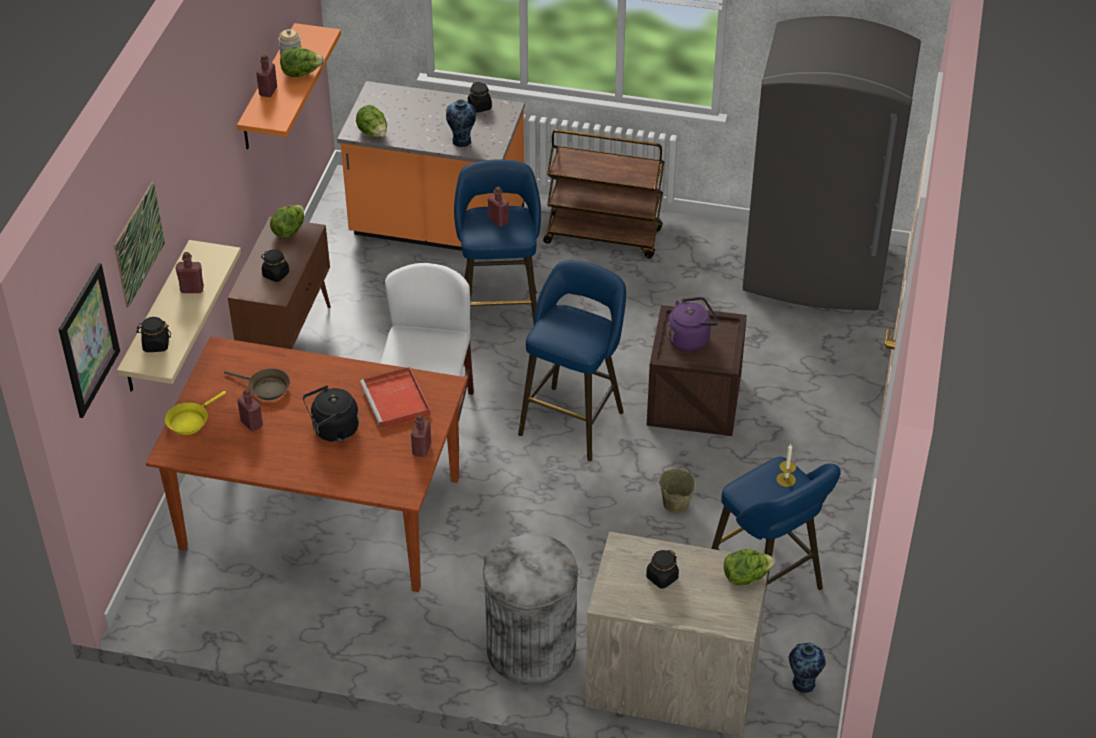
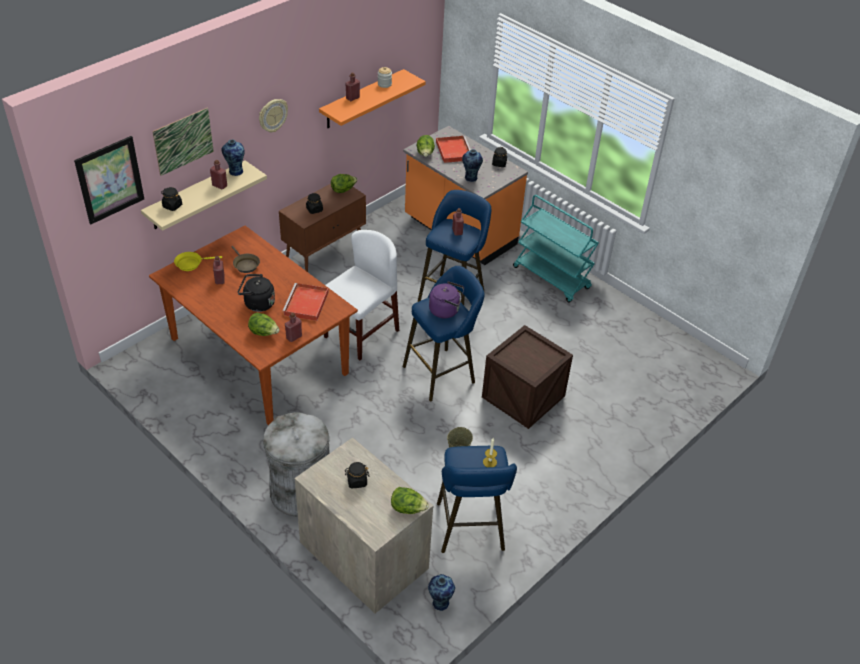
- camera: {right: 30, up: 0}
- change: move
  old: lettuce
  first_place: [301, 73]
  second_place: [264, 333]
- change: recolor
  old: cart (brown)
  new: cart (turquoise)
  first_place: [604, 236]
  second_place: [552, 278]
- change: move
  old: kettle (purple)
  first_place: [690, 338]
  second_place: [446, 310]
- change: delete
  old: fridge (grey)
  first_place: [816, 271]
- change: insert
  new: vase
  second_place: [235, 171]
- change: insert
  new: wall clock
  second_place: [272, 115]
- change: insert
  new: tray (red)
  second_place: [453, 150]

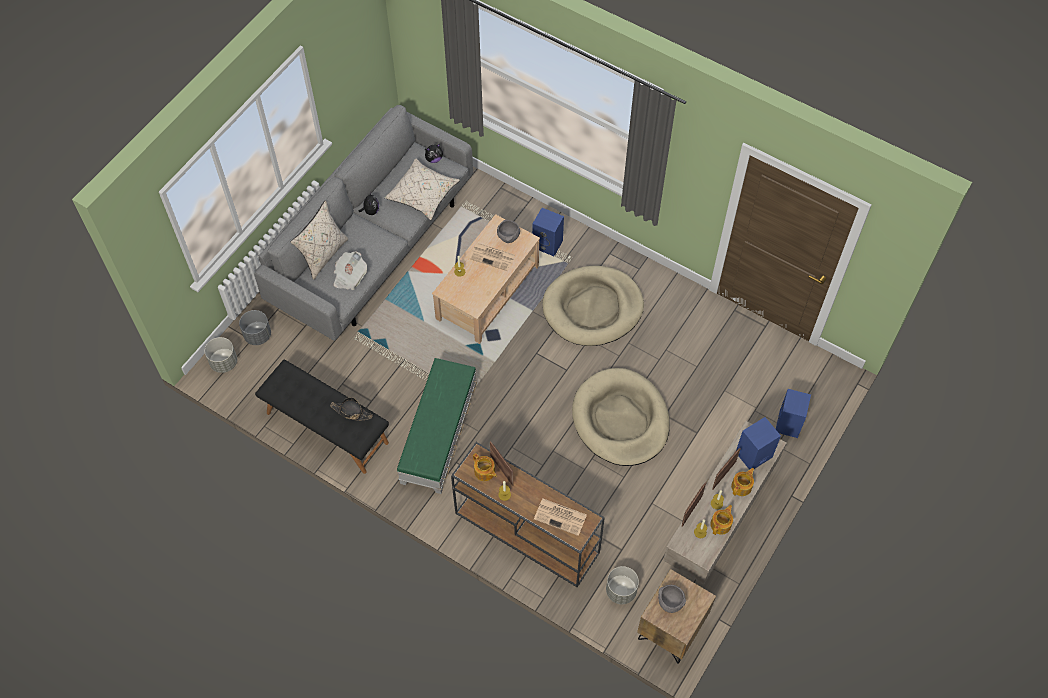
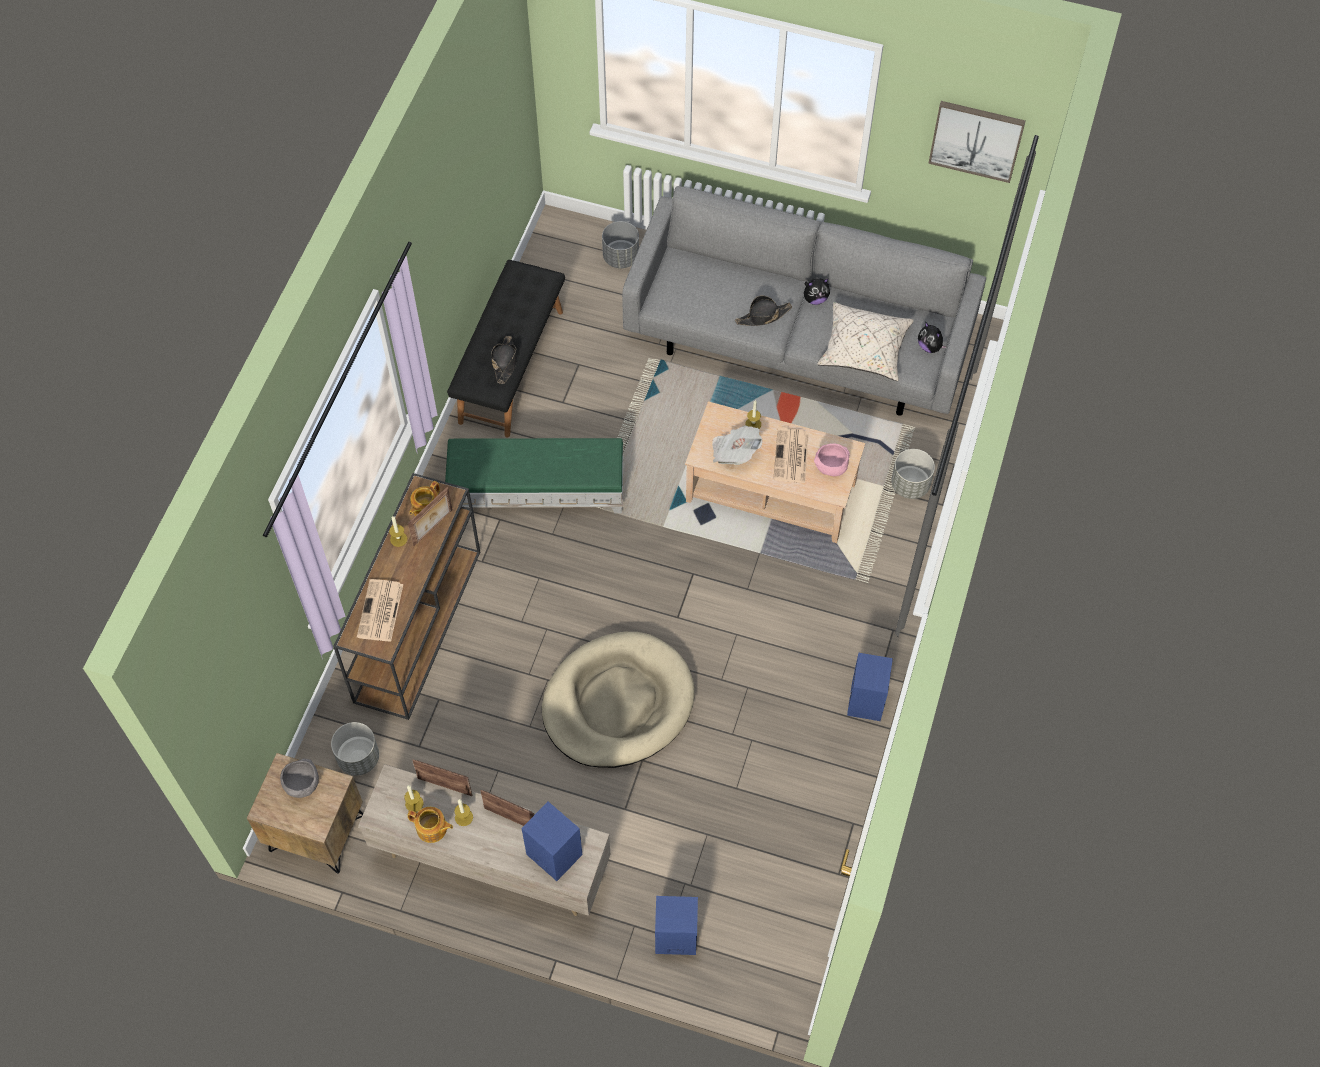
- camera: {right: 75, up: 0}
- change: move
  old: planter (grey)
  first_place: [224, 362]
  second_place: [910, 485]
- change: delete
  old: pillow (beige)
  first_place: [323, 255]
- change: move
  old: newspaper
  first_place: [349, 276]
  second_place: [734, 452]
- change: recolor
  old: bowl (grey)
  new: bowl (pink)
  first_place: [508, 238]
  second_place: [830, 468]
- change: move
  old: speaker (blue)
  first_place: [548, 244]
  second_place: [867, 702]
- change: delete
  old: dog bed (beige)
  first_place: [592, 308]
- change: delete
  old: teapot
  first_place: [742, 486]
- change: insert
  new: hat (black)
  second_place: [763, 316]
- change: insert
  new: picture
  second_place: [976, 140]

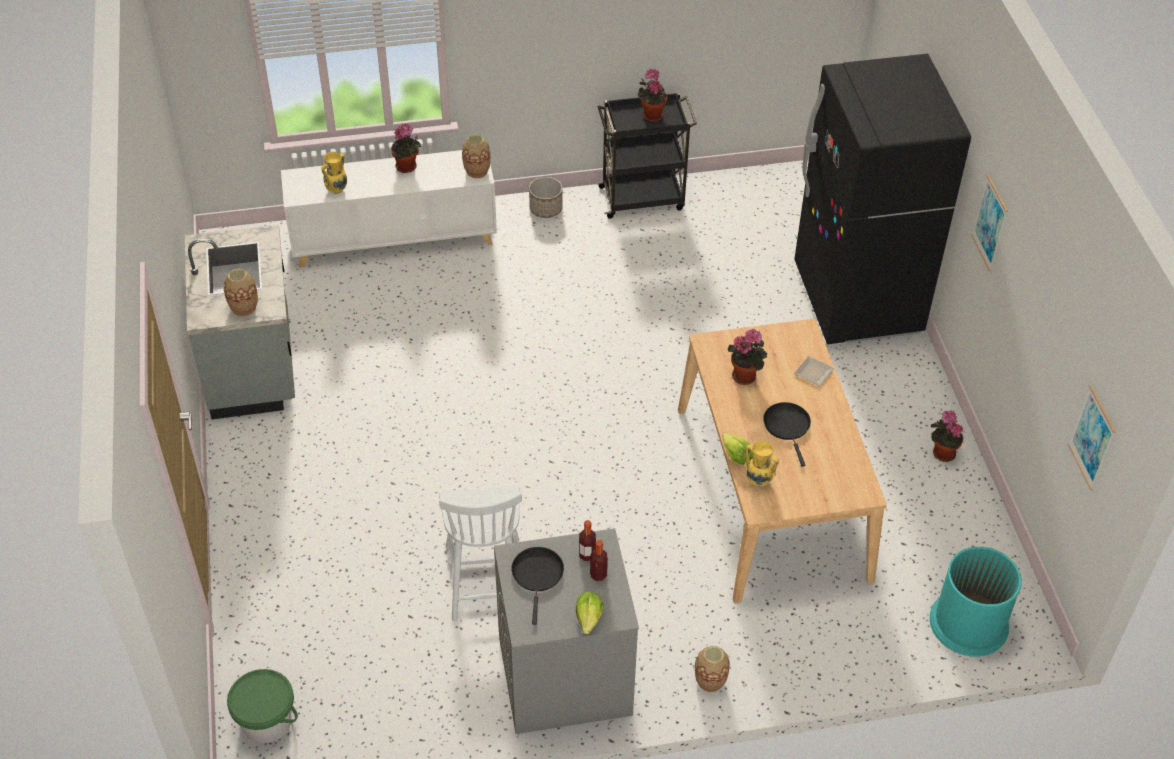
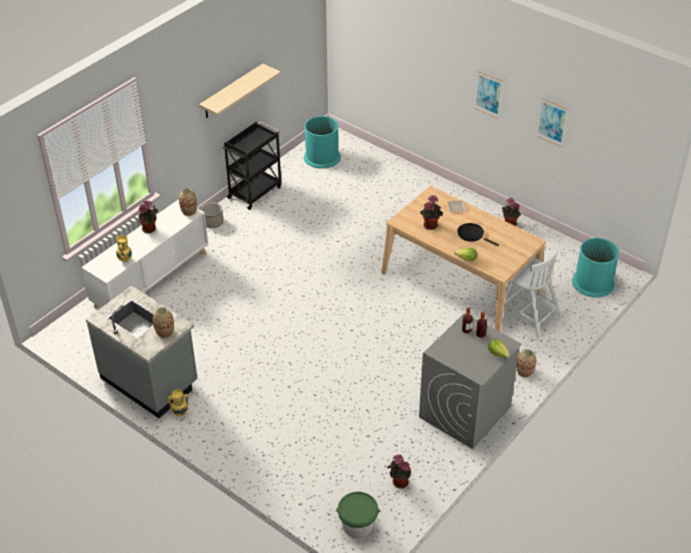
- camera: {right: -40, up: -5}
- change: move
  old: chair (white)
  first_place: [485, 577]
  second_place: [528, 314]
- change: delete
  old: frying pan (black)
  first_place: [537, 575]
- change: move
  old: potted plant
  first_place: [651, 115]
  second_place: [398, 482]
- change: move
  old: vase (yellow)
  first_place: [758, 480]
  second_place: [180, 413]
- change: delete
  old: fridge (black)
  first_place: [857, 300]
- change: move
  old: picture
  first_place: [1092, 438]
  second_place: [552, 122]
- change: insert
  new: shelf (beige)
  second_place: [232, 91]
- change: insert
  new: trash can (turquoise)
  second_place: [322, 157]

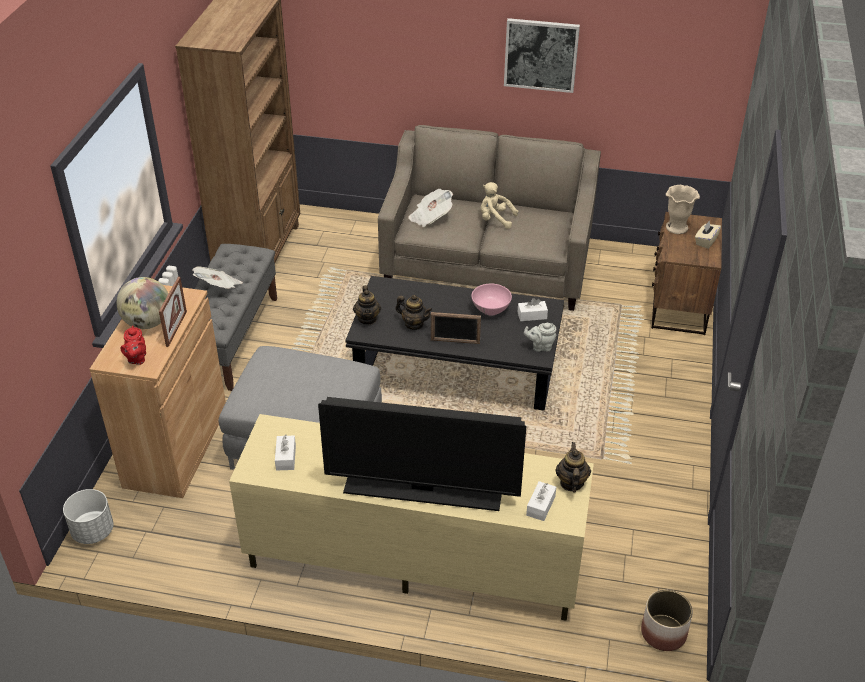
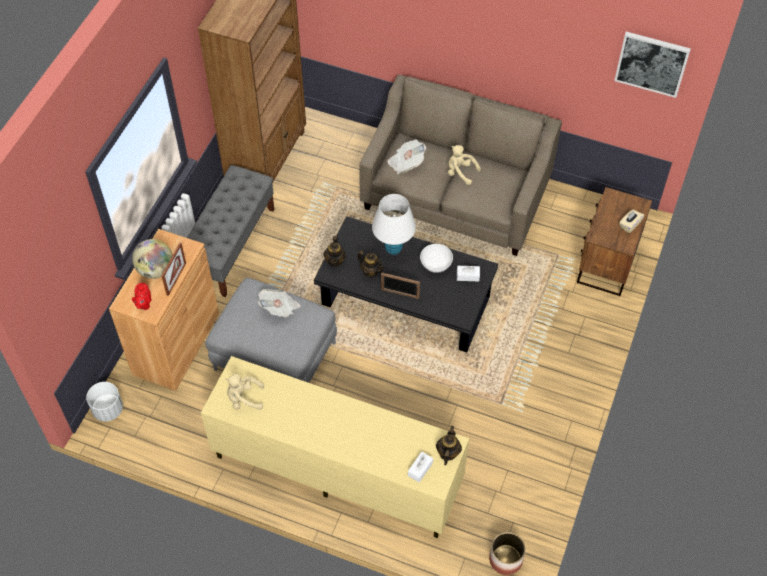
- camera: {right: 10, up: 15}
- change: move
  old: newspaper
  first_place: [219, 287]
  second_place: [279, 308]
- change: replace
  old: tissue box (white)
  new: plush toy (beige)
  first_place: [286, 457]
  second_place: [244, 398]
- change: delete
  old: television
  first_place: [423, 491]
- change: recolor
  old: bowl (pink)
  new: bowl (white)
  first_place: [491, 309]
  second_place: [436, 265]
- change: move
  old: picture
  first_place: [541, 54]
  second_place: [652, 63]
- change: delete
  old: teapot (grey)
  first_place: [540, 346]
- change: delete
  old: vase (beige)
  first_place: [676, 227]
- change: insert
  new: table lamp (white)
  second_place: [393, 248]

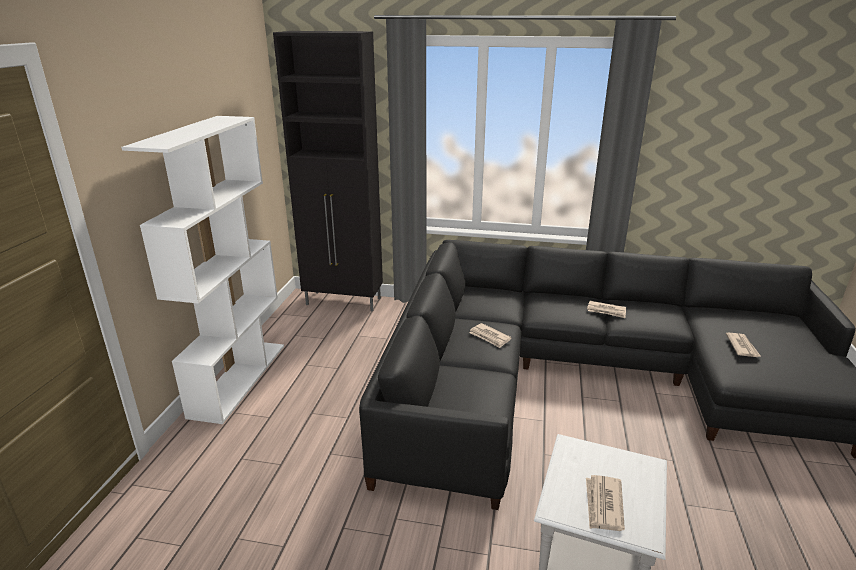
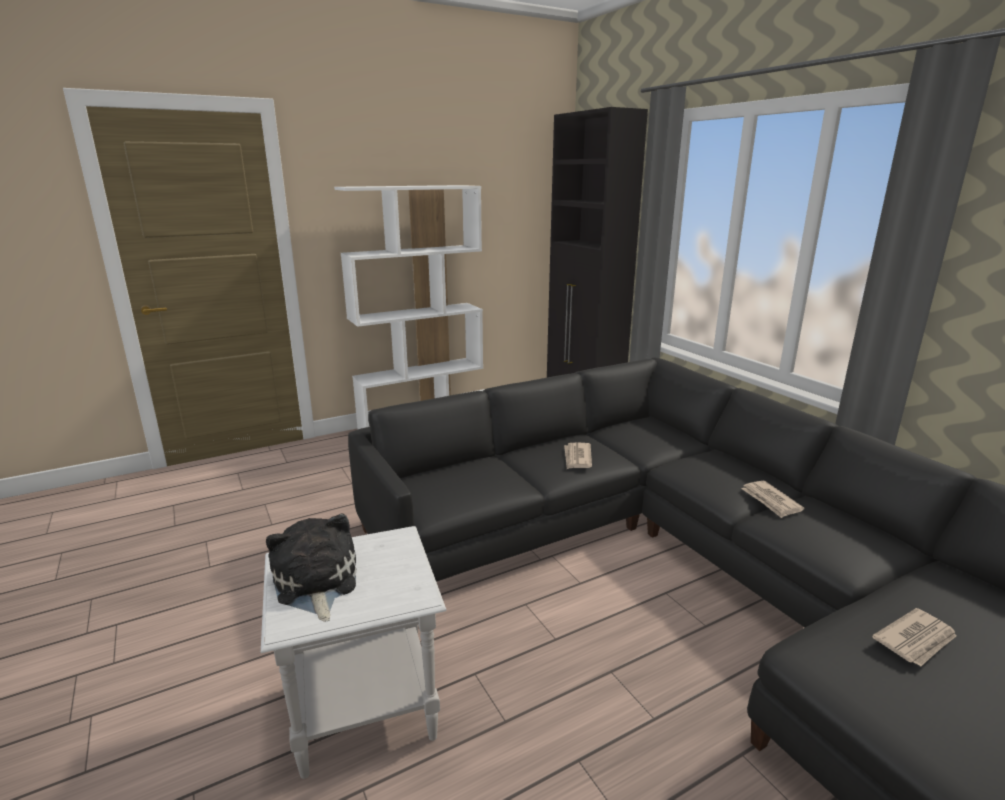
- camera: {right: 50, up: -5}
- change: replace
  old: newspaper
  new: plush toy
  first_place: [603, 505]
  second_place: [315, 584]

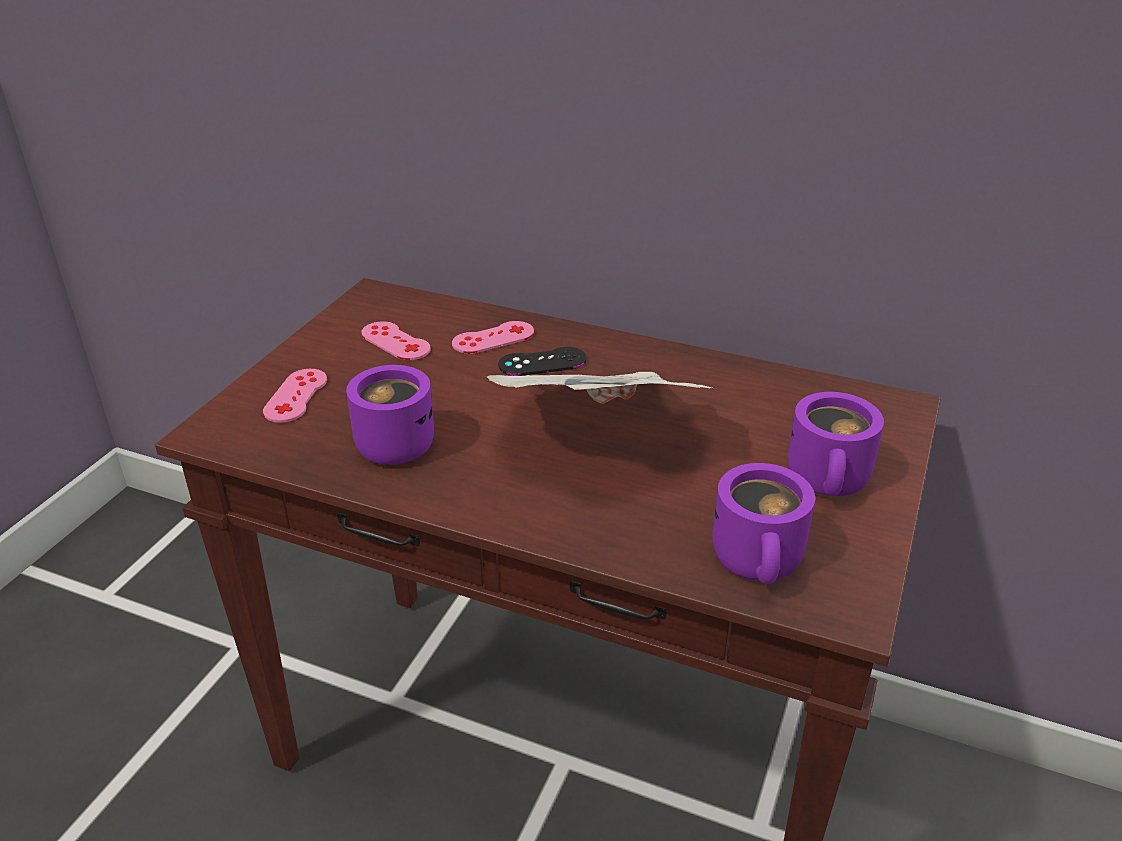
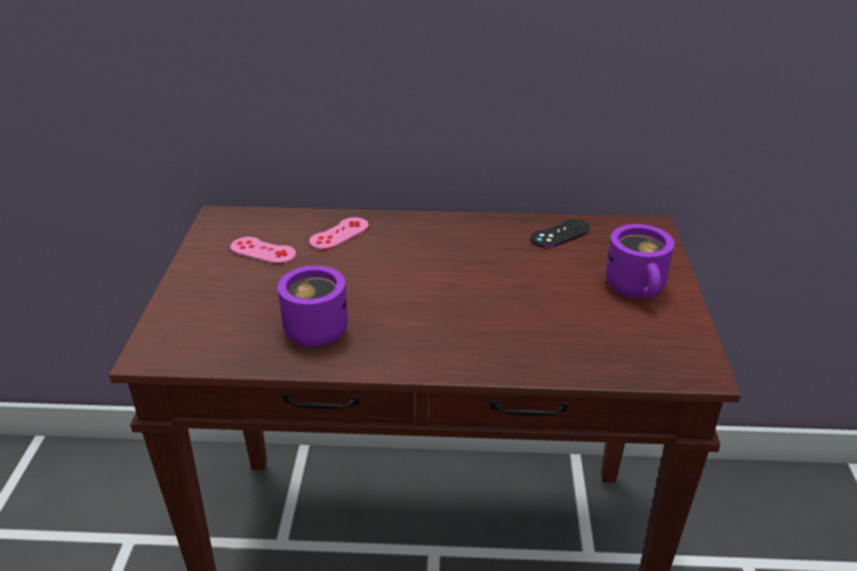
- camera: {right: -20, up: 0}
- change: delete
  old: game controller (pink)
  first_place: [296, 396]
- change: delete
  old: newspaper
  first_place: [603, 431]
- change: move
  old: game controller (black)
  first_place: [542, 362]
  second_place: [560, 234]
- change: delete
  old: mug (purple)
  first_place: [761, 563]

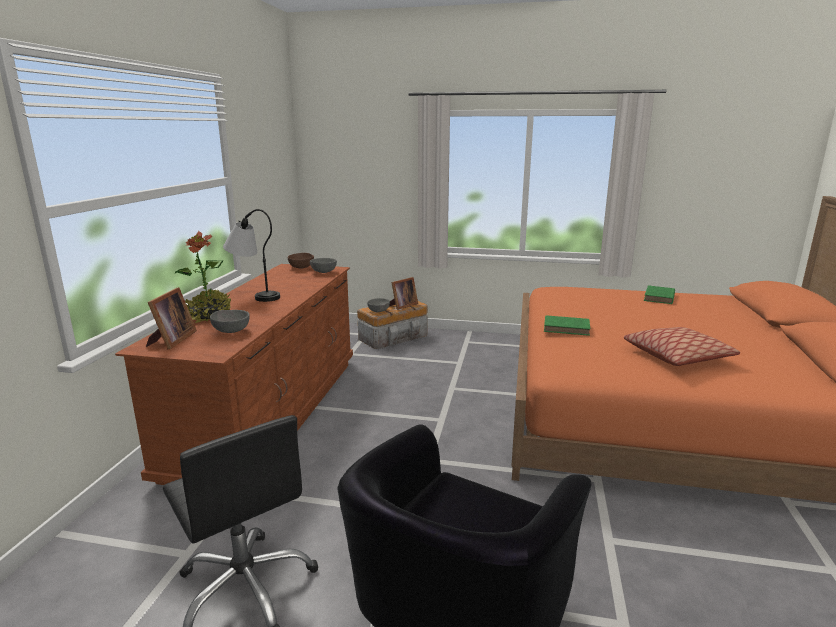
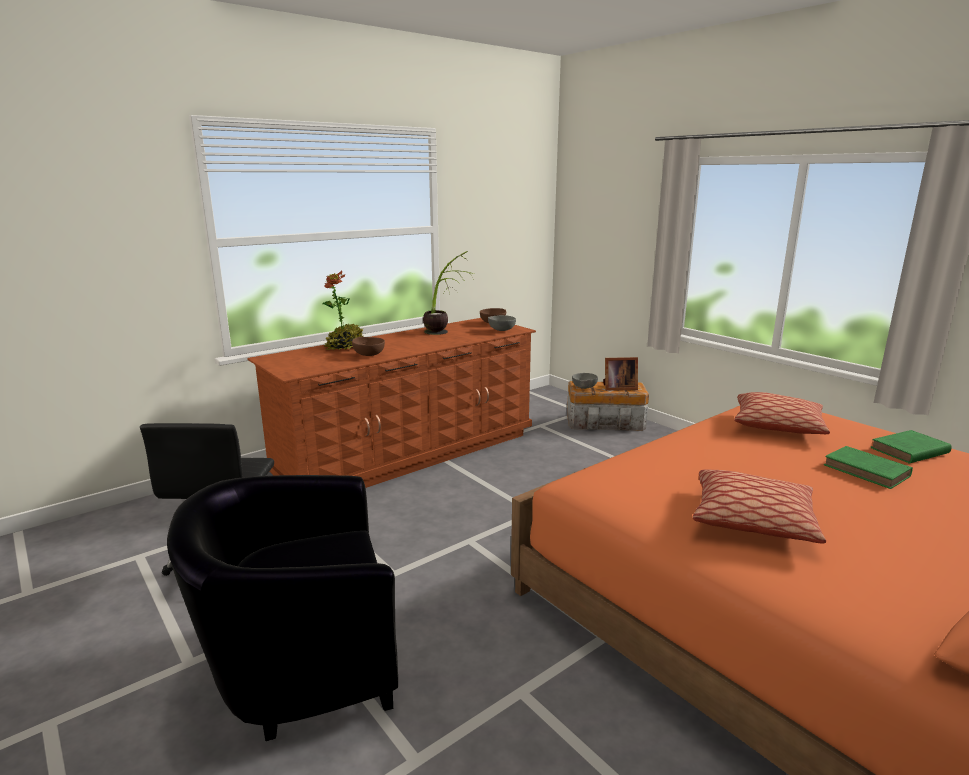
- camera: {right: 40, up: 0}
- change: delete
  old: picture frame
  first_place: [171, 340]
- change: delete
  old: bowl (grey)
  first_place: [231, 331]
- change: delete
  old: table lamp
  first_place: [254, 295]
- change: move
  old: book (green)
  first_place: [567, 328]
  second_place: [868, 472]
- change: insert
  new: bowl (brown)
  second_place: [369, 355]
- change: insert
  new: potted plant
  second_place: [445, 334]
- change: insert
  new: pillow
  second_place: [777, 425]

